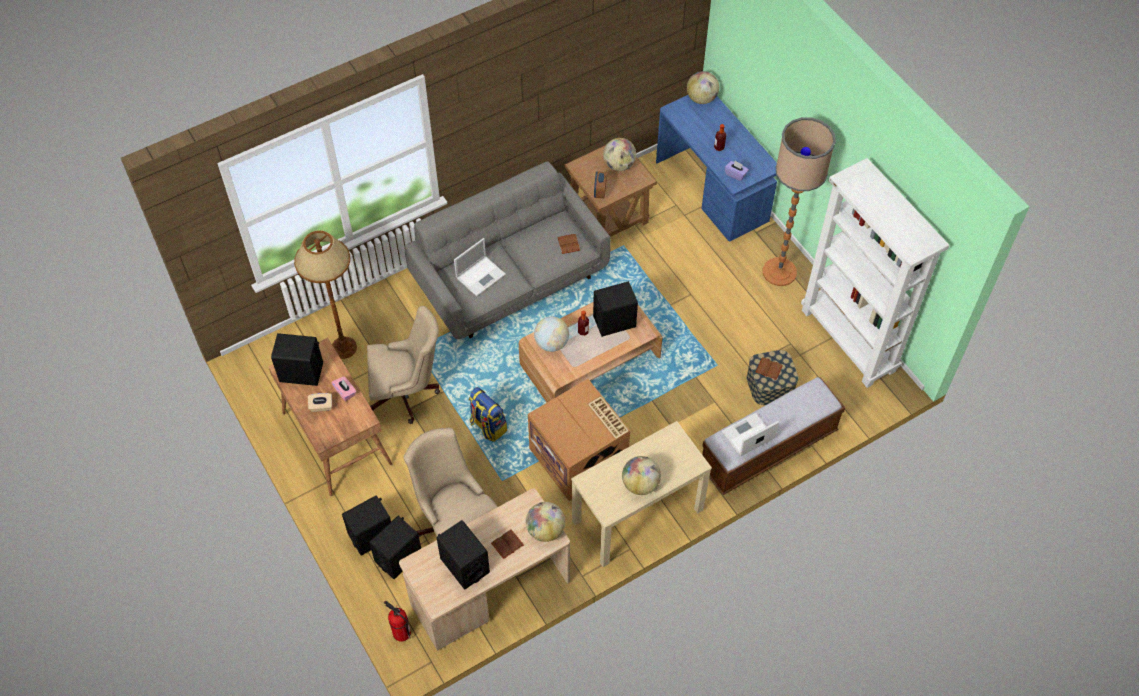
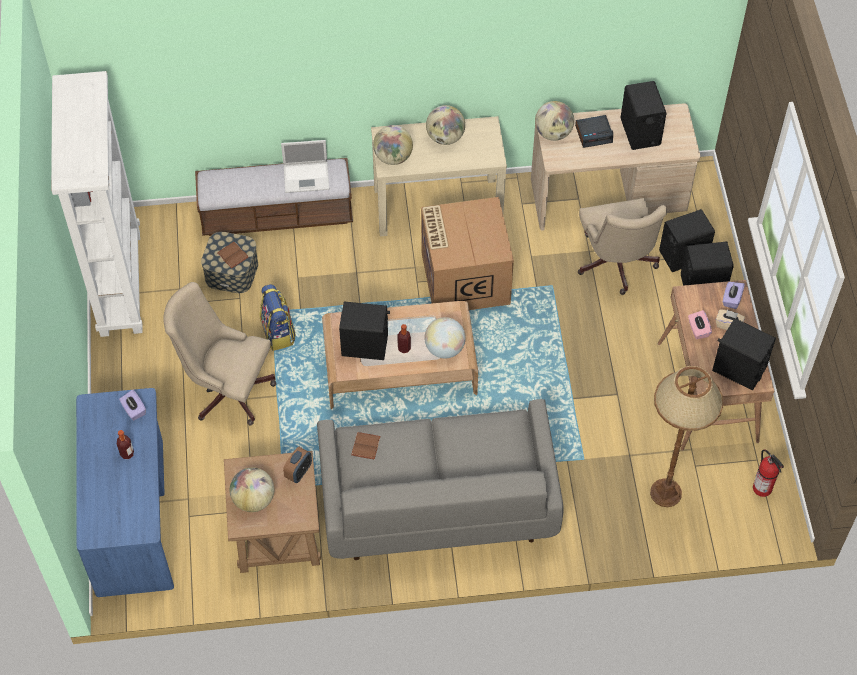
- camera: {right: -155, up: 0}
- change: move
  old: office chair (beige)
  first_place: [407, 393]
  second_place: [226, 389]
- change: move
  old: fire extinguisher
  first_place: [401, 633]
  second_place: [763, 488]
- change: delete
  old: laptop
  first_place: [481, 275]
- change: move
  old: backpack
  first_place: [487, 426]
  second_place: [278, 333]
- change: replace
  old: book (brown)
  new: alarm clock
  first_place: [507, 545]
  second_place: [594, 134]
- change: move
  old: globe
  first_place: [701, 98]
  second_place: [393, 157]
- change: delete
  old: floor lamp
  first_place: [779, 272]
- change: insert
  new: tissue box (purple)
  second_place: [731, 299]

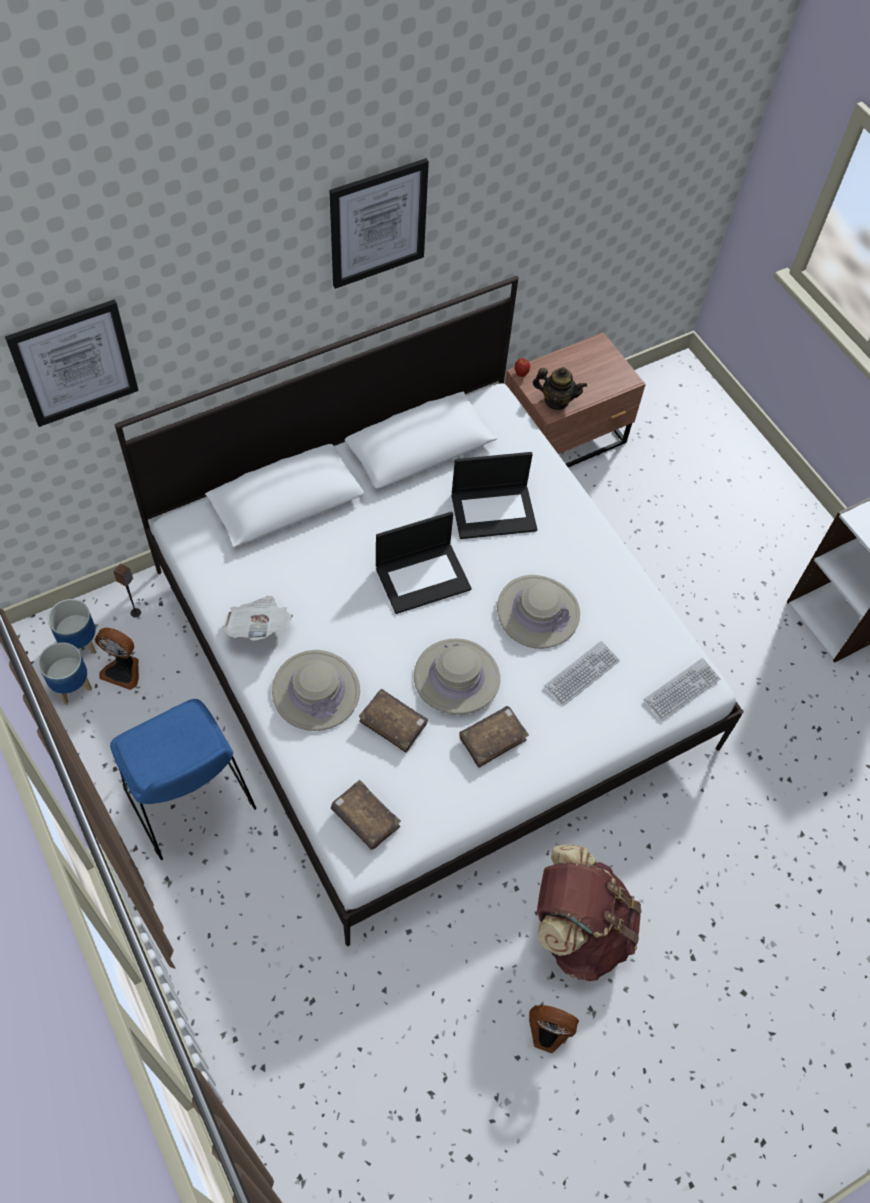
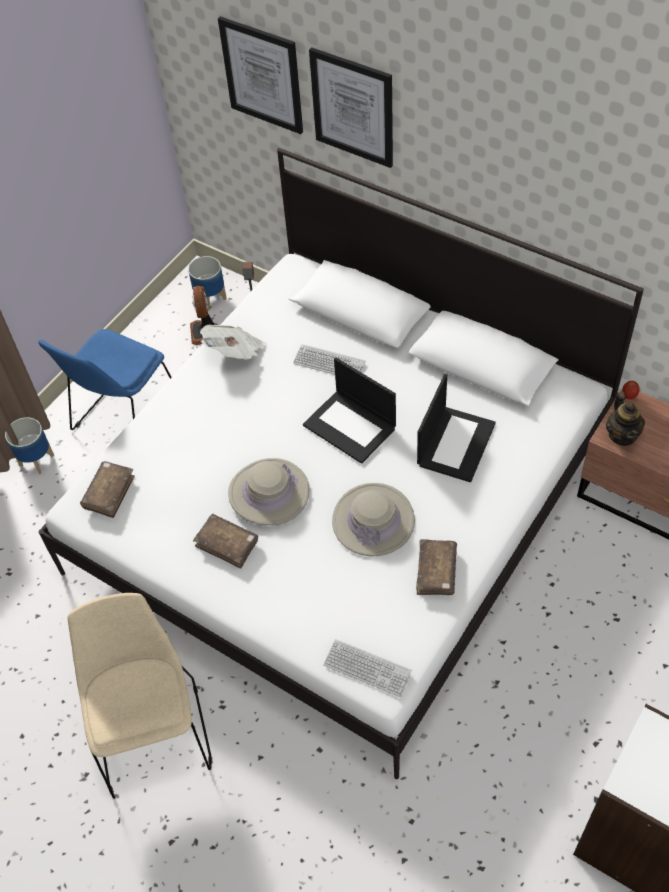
- camera: {right: 70, up: -5}
- change: move
  old: planter
  first_place: [71, 686]
  second_place: [37, 460]
- change: delete
  old: hat (beige)
  first_place: [316, 691]
- change: move
  old: picture
  first_place: [378, 223]
  second_place: [353, 107]
- change: move
  old: book (brown)
  first_place: [393, 723]
  second_place: [436, 571]
- change: rotate
  old: laptop
  first_place: [494, 511]
  second_place: [455, 443]
  degrees: -120
- change: delete
  old: fan
  first_place: [548, 1031]
- change: replace
  old: backpack (brown)
  new: chair (beige)
  first_place: [578, 928]
  second_place: [153, 732]
- change: move
  old: keyboard
  first_place: [582, 674]
  second_place: [329, 363]

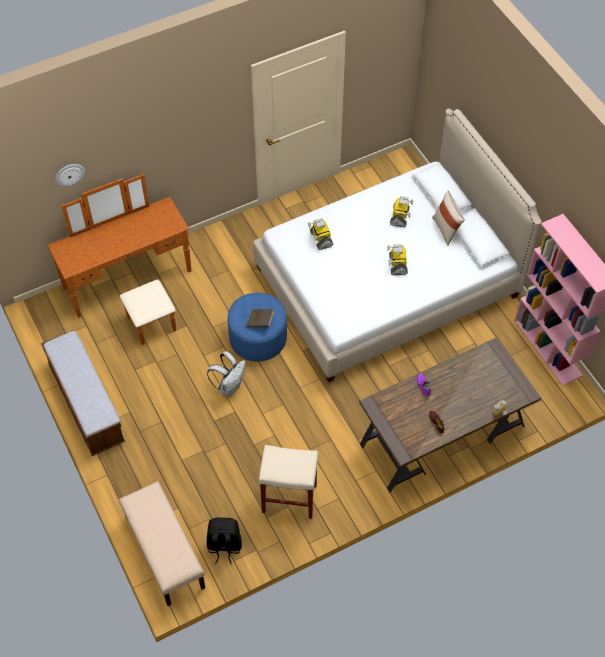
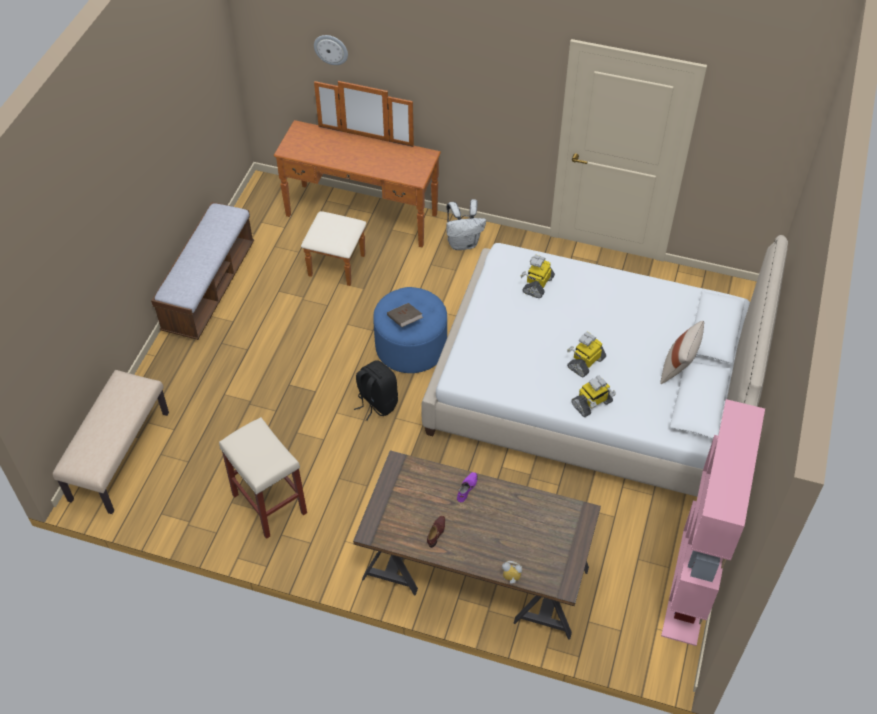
- camera: {right: 45, up: -5}
- change: move
  old: backpack (white)
  first_place: [229, 386]
  second_place: [463, 243]
- change: move
  old: backpack (black)
  first_place: [224, 546]
  second_place: [376, 403]
- change: move
  old: toy robot
  first_place: [400, 217]
  second_place: [592, 404]

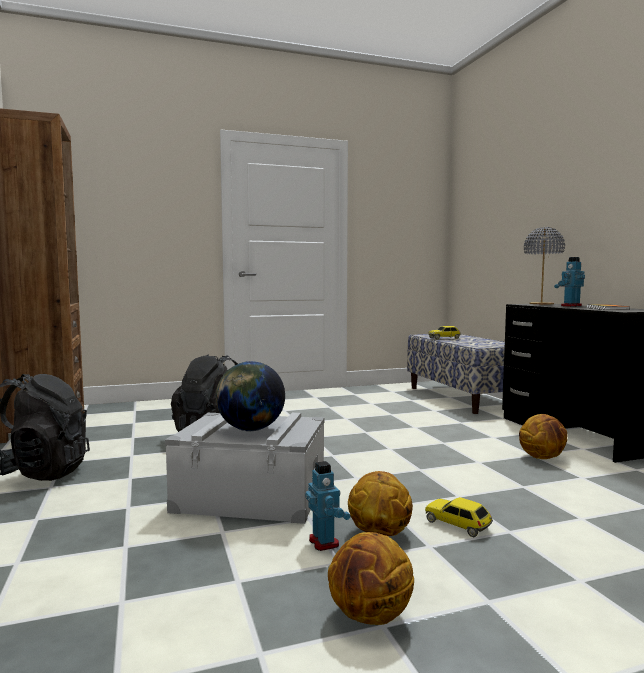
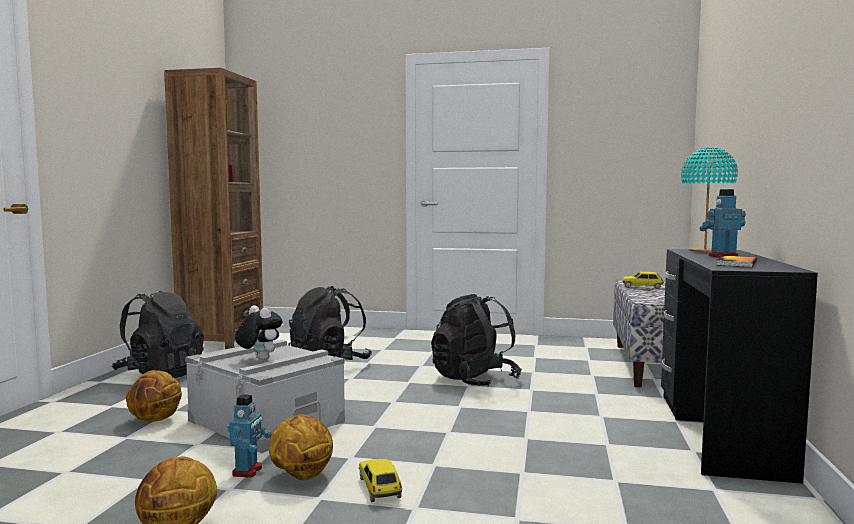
- camera: {right: 30, up: 0}
- change: replace
  old: globe
  new: plush toy
  first_place: [251, 430]
  second_place: [259, 359]
- change: move
  old: basketball
  first_place: [542, 457]
  second_place: [155, 420]
- change: recolor
  old: table lamp (grey)
  new: table lamp (turquoise)
  first_place: [541, 304]
  second_place: [705, 251]
- change: insert
  new: backpack (black)
  second_place: [474, 380]

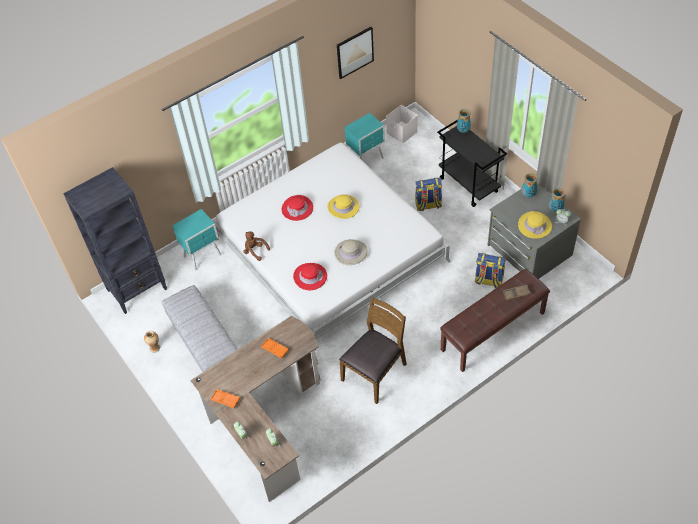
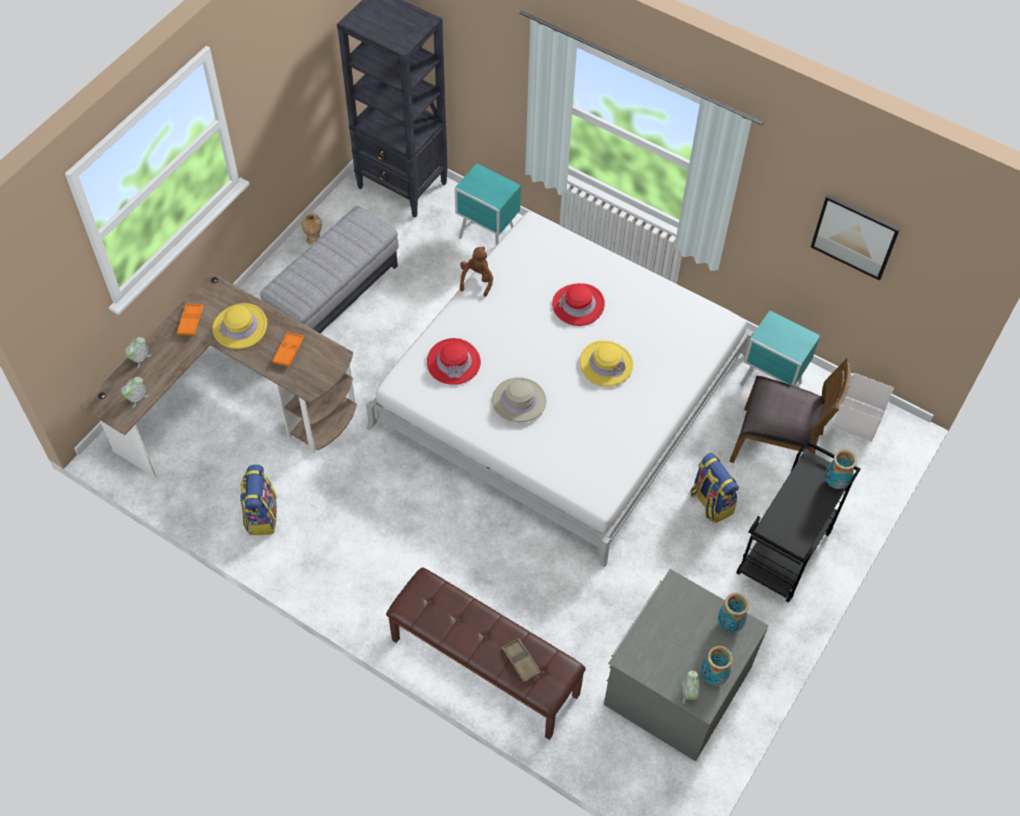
- camera: {right: 65, up: 5}
- change: move
  old: chair (brown)
  first_place: [375, 372]
  second_place: [777, 445]
- change: move
  old: backpack
  first_place: [488, 281]
  second_place: [261, 515]
- change: move
  old: hat (yellow)
  first_place: [535, 225]
  second_place: [240, 327]

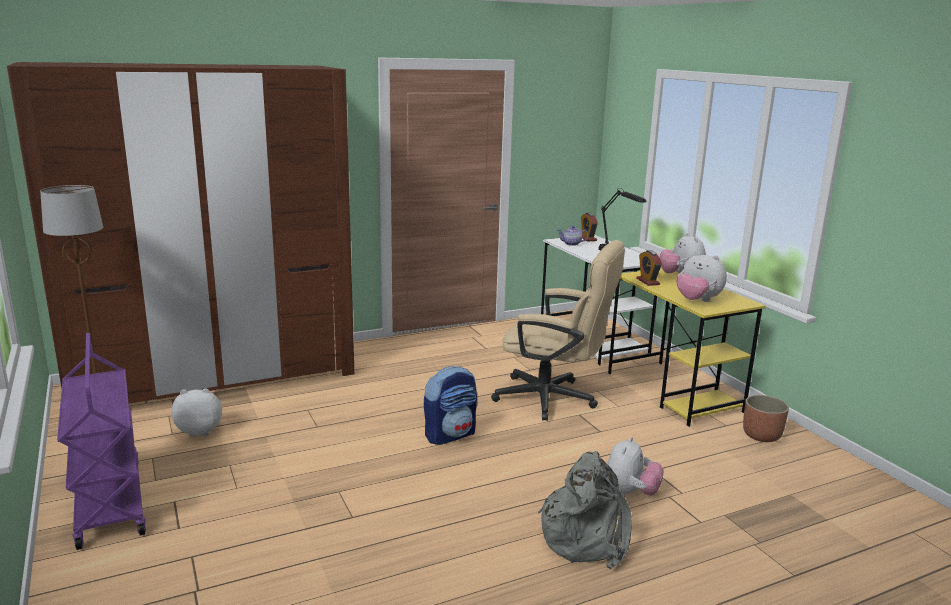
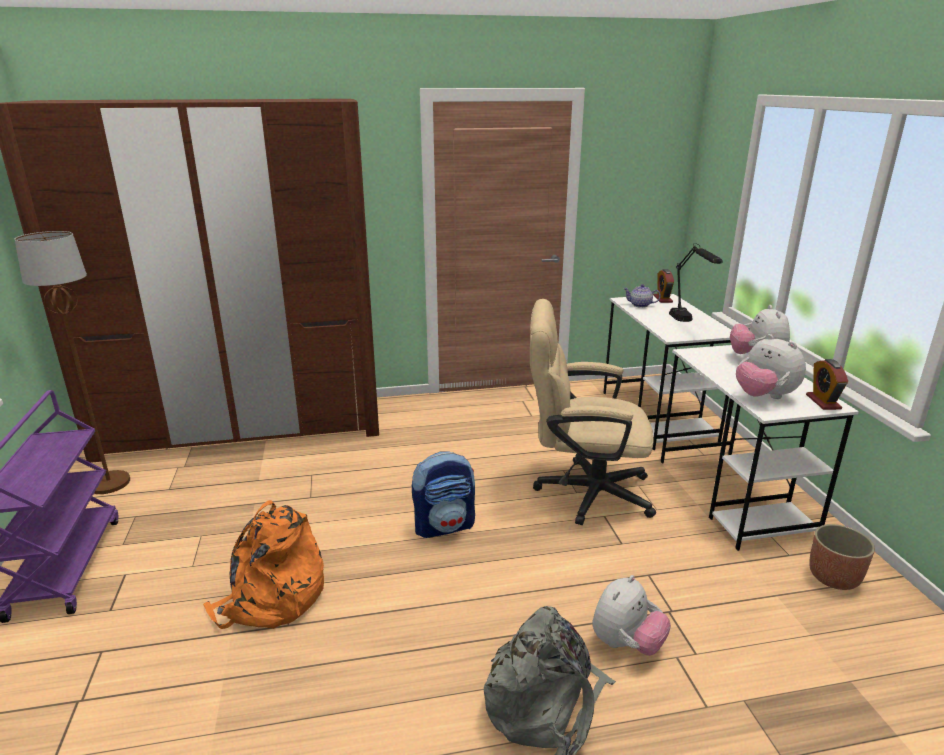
- camera: {right: 15, up: 5}
- change: delete
  old: plush toy
  first_place: [200, 431]
- change: rotate
  old: office chair (beige)
  first_place: [554, 399]
  second_place: [582, 492]
  degrees: 150
- change: recolor
  old: desk (yellow)
  new: desk (white)
  first_place: [674, 392]
  second_place: [734, 497]
- change: move
  old: alarm clock
  first_place: [648, 281]
  second_place: [823, 402]
- change: insert
  new: backpack (orange)
  second_place: [271, 599]

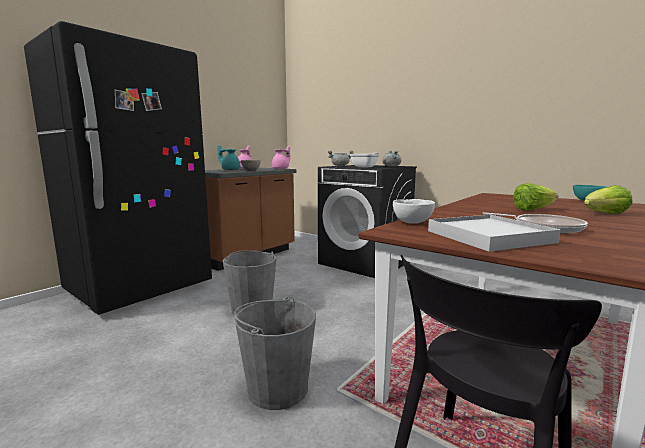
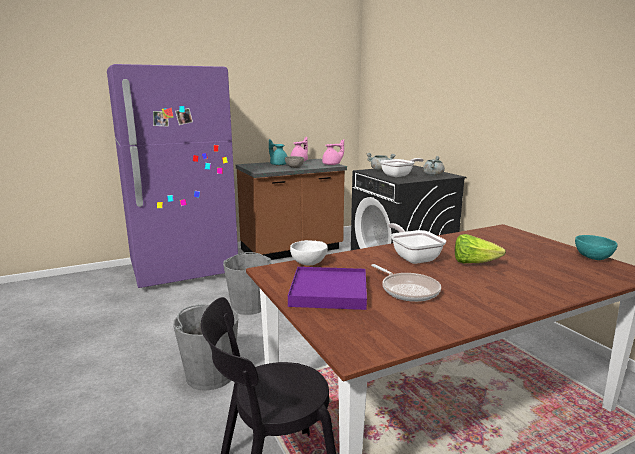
- camera: {right: 25, up: 5}
- change: recolor
  old: fridge (black)
  new: fridge (purple)
  first_place: [141, 289]
  second_place: [184, 270]
- change: recolor
  old: tray (white)
  new: tray (purple)
  first_place: [488, 236]
  second_place: [328, 291]
- change: delete
  old: lettuce
  first_place: [604, 214]
- change: insert
  new: frying pan
  second_place: [413, 257]

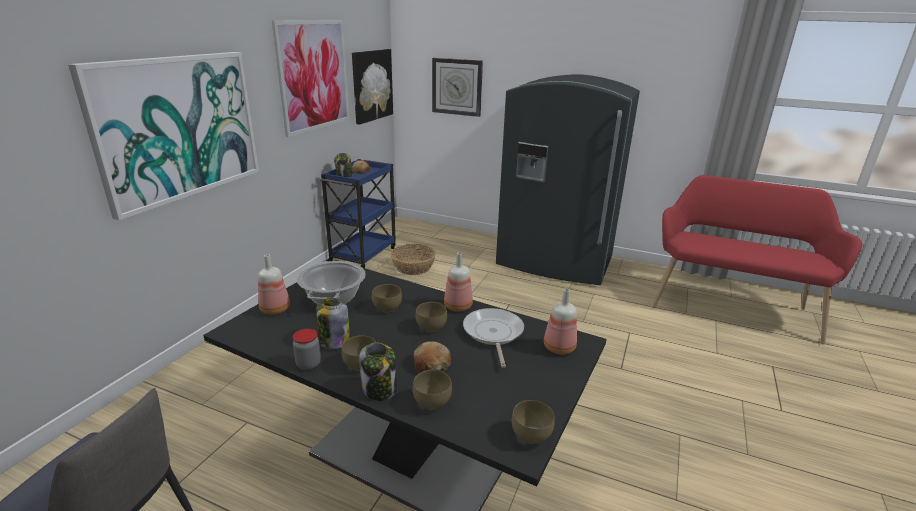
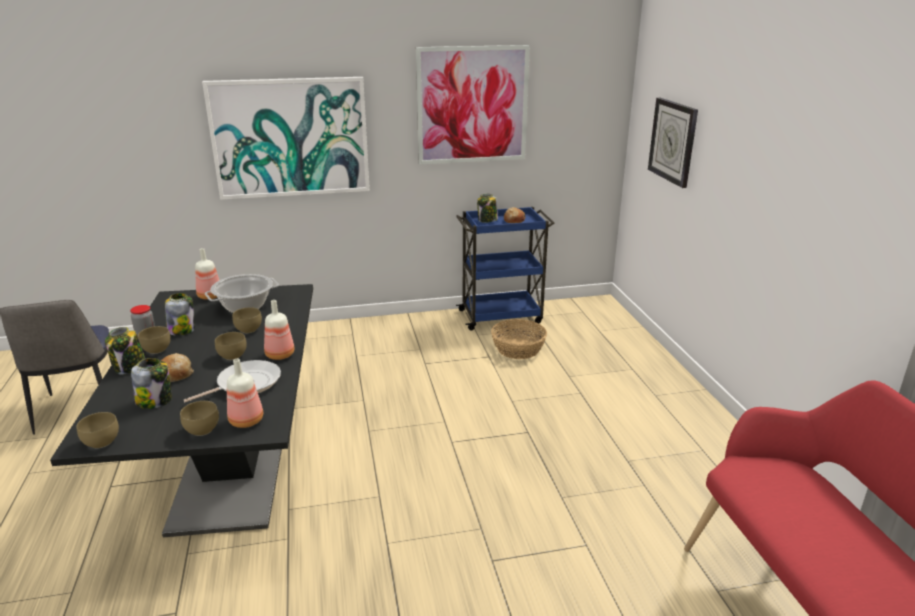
- camera: {right: 55, up: 0}
- change: delete
  old: picture
  first_place: [371, 85]
- change: move
  old: bowl (brown)
  first_place: [431, 401]
  second_place: [203, 429]
- change: delete
  old: fridge (grey)
  first_place: [554, 262]
- change: insert
  new: jar
  second_place: [155, 401]

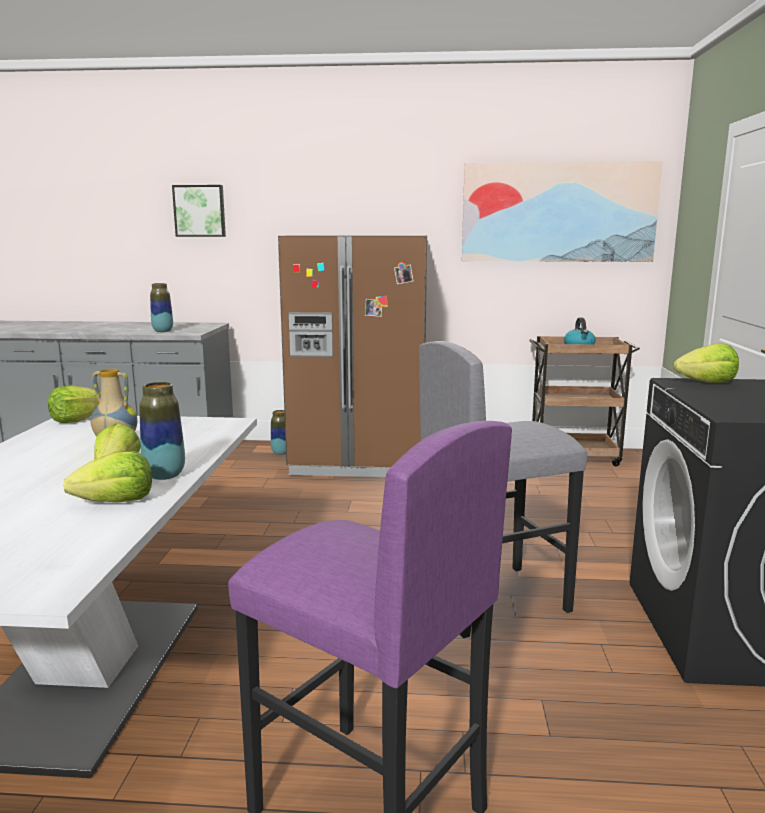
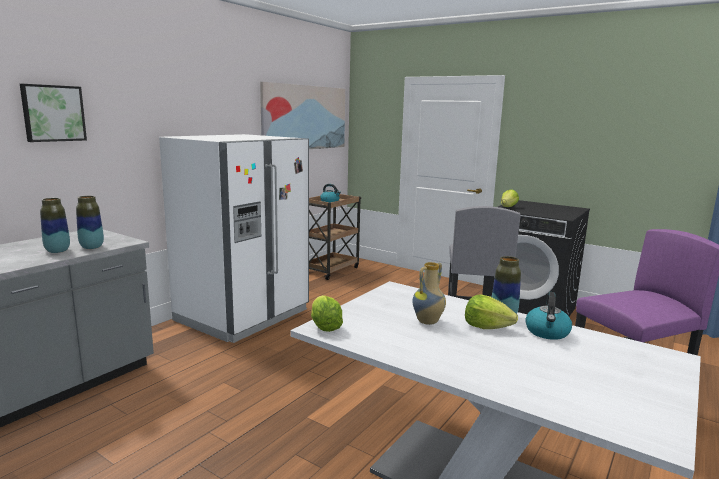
- camera: {right: -60, up: 0}
- change: replace
  old: lettuce
  new: kettle
  first_place: [116, 502]
  second_place: [547, 332]
- change: move
  old: vase
  first_place: [280, 453]
  second_place: [57, 251]
- change: recolor
  old: fridge (brown)
  new: fridge (white)
  first_place: [360, 460]
  second_place: [243, 315]

